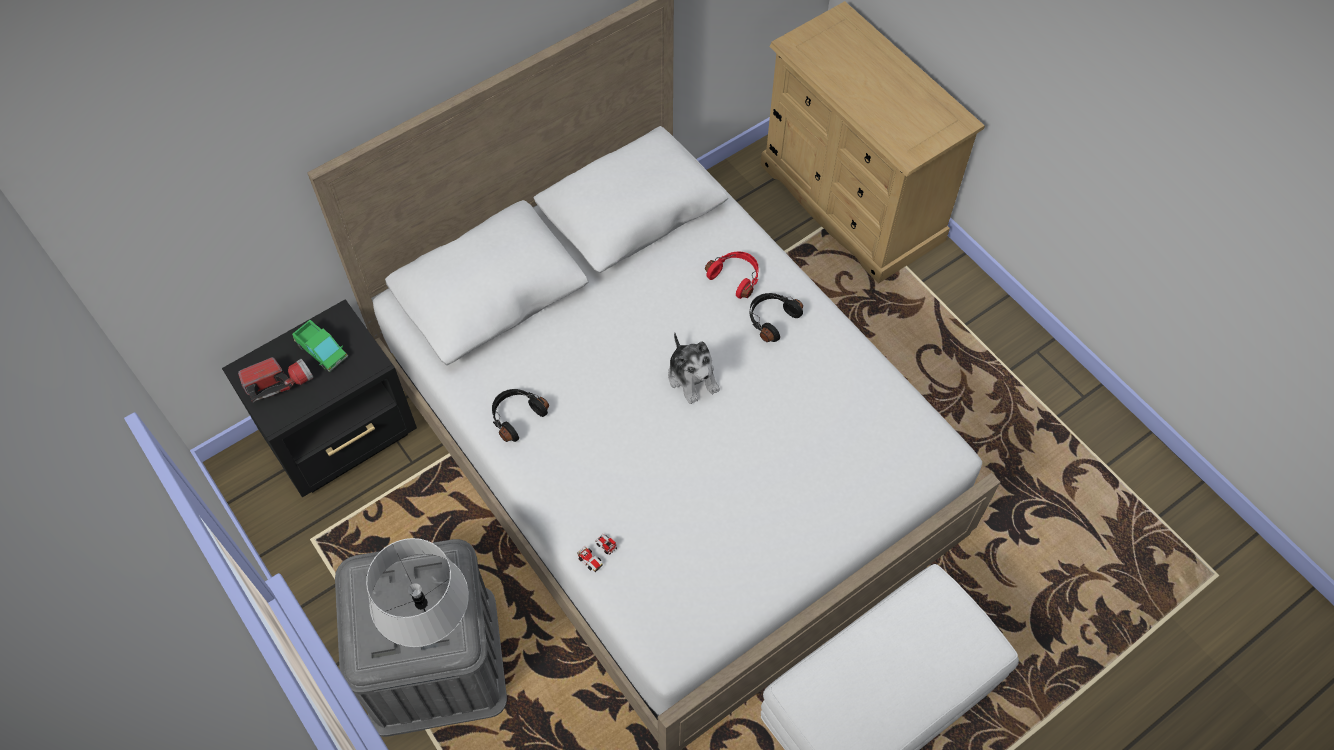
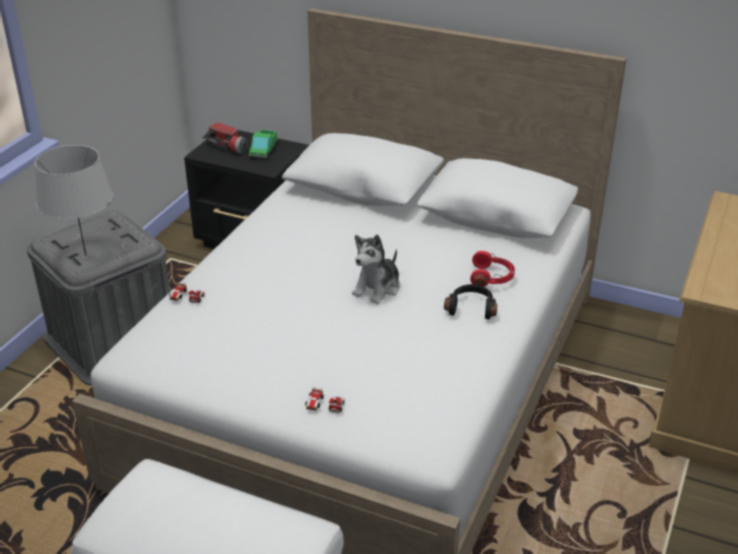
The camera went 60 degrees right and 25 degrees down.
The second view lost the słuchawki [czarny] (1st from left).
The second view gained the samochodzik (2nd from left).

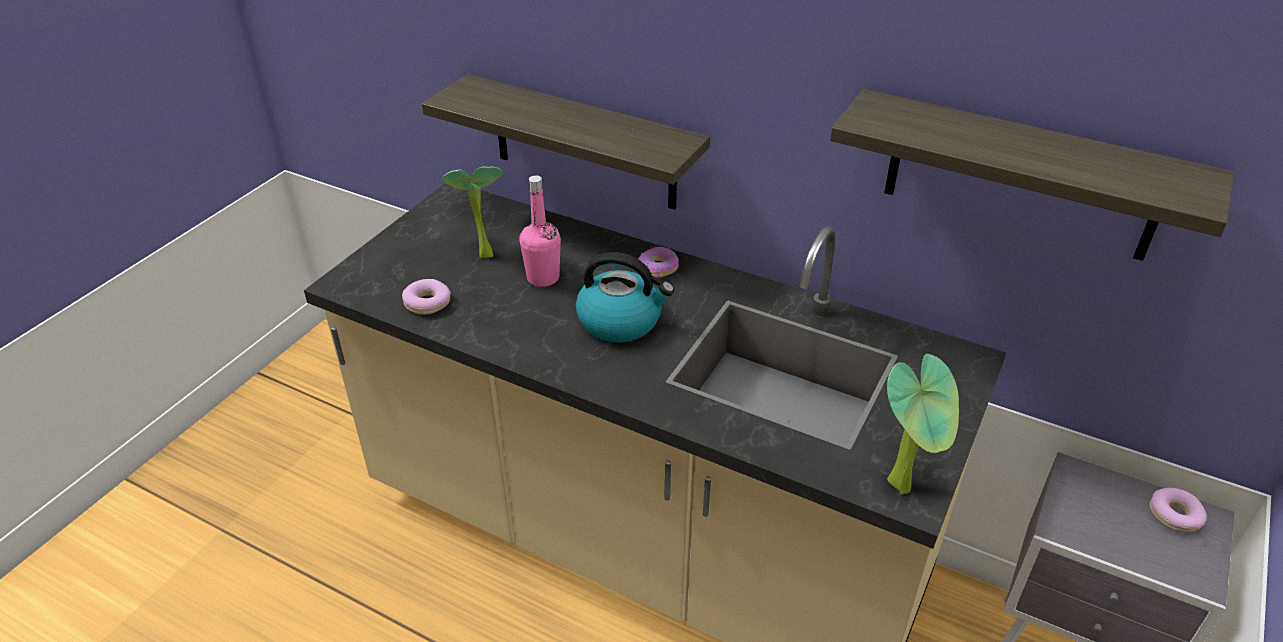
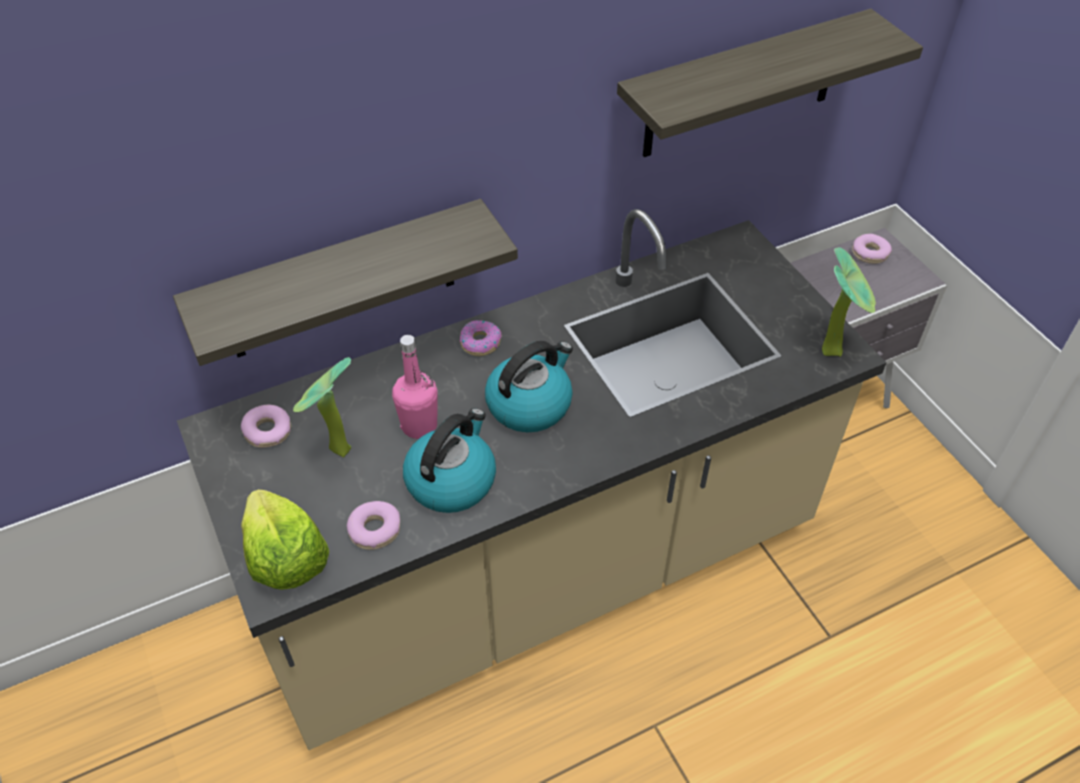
The camera went 55 degrees left and 10 degrees up.
The second view gained the donut (1st from left).
The second view gained the czajnik (1st from left).
The second view gained the sałata.

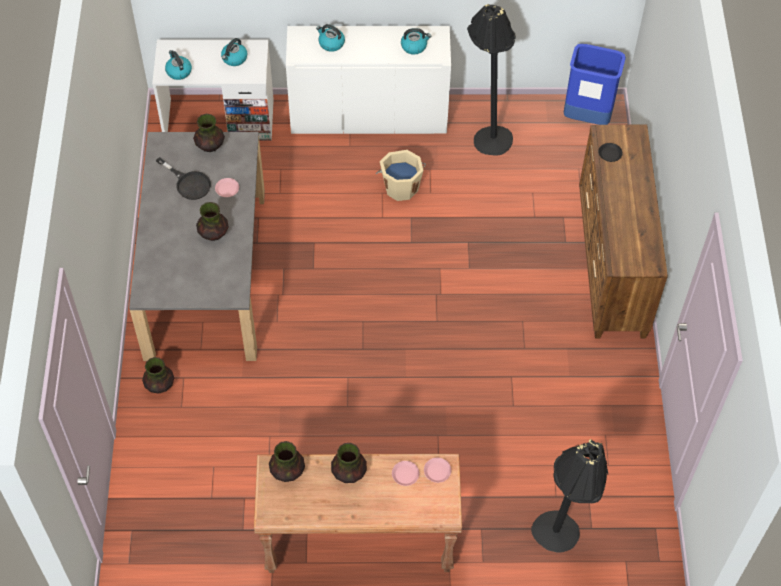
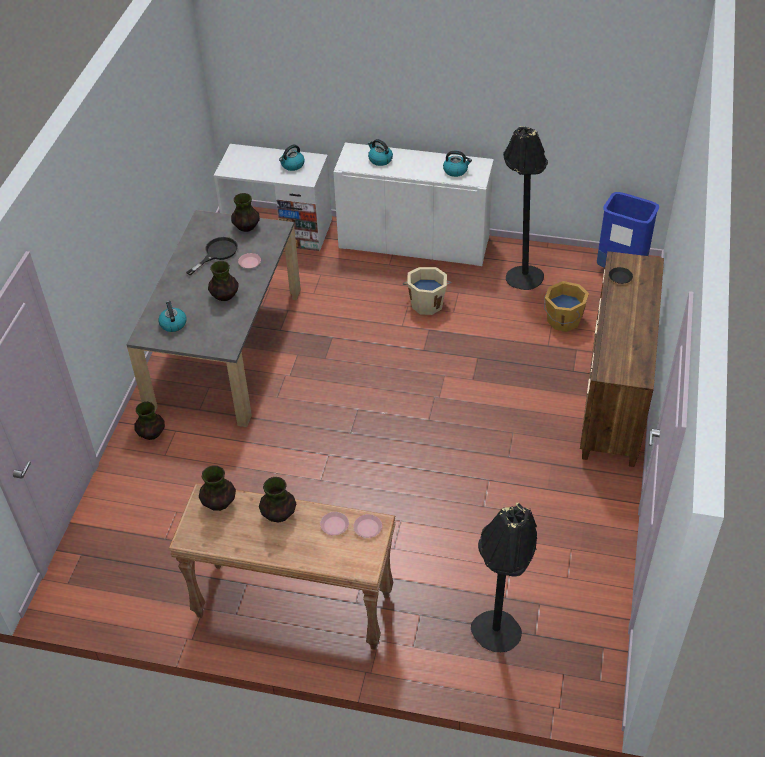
The camera went 15 degrees right and 10 degrees down.
The czajnik (1st from left) ended up elsewhere.
The patelnia [czarny] ended up facing another way, 105 degrees counterclockwise from before.
The second view gained the wiadro [pomarańczowy].

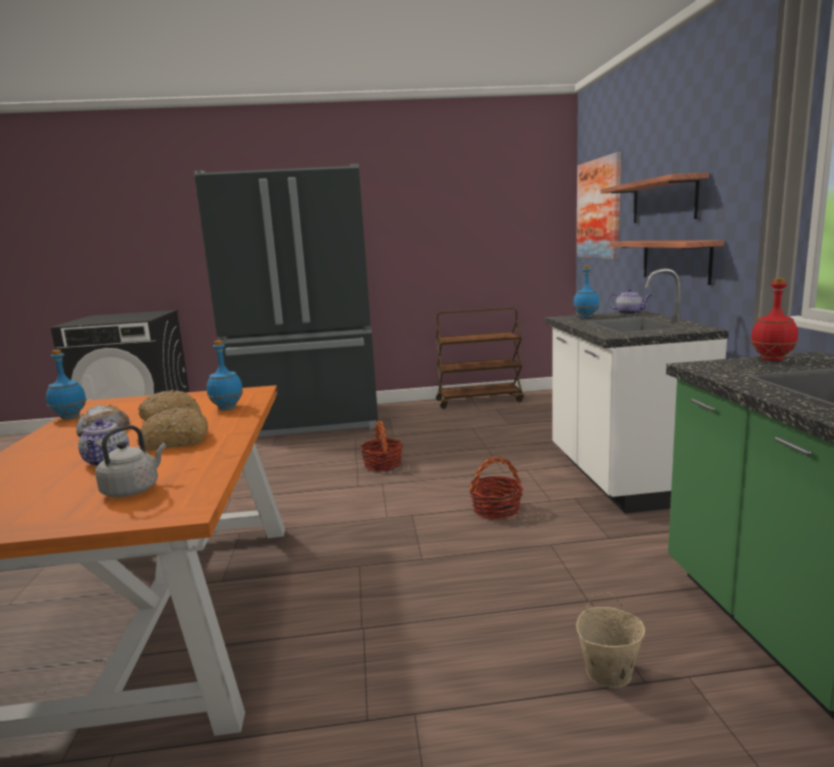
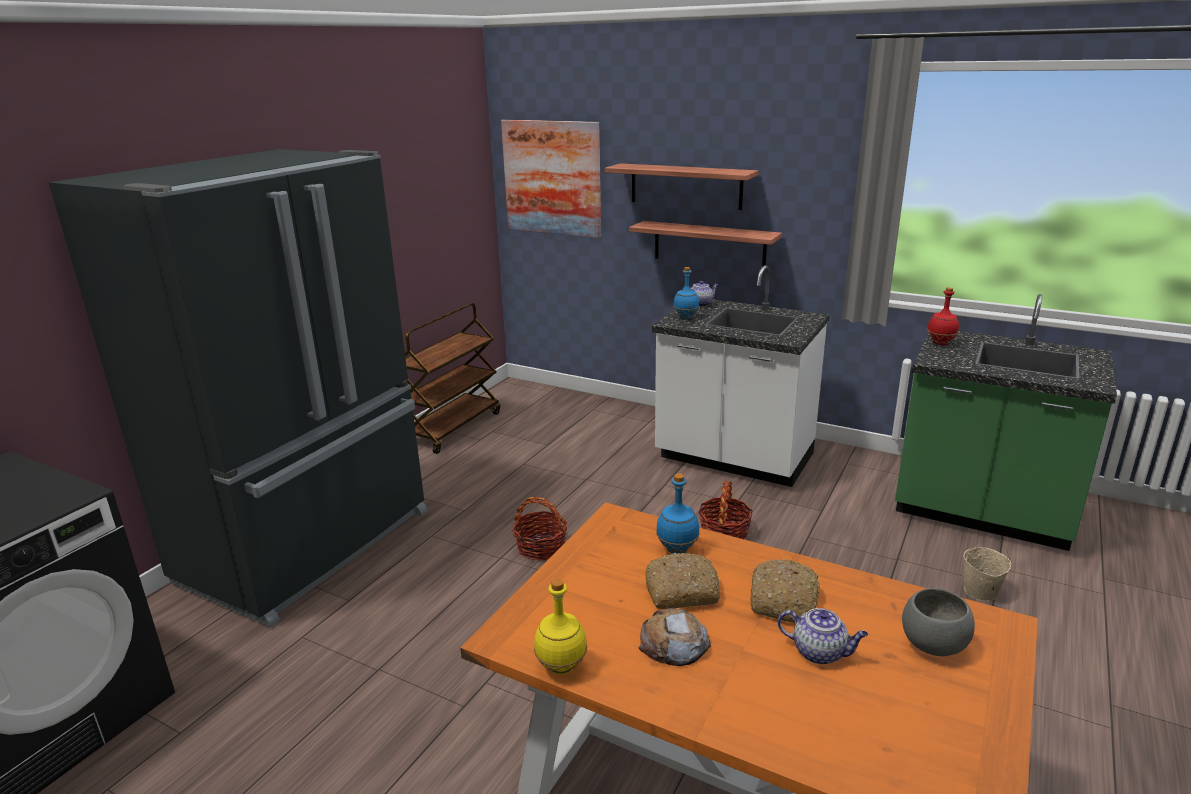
The camera went 55 degrees left and 10 degrees up.
What was the butelka [niebieski] (1st from left) turned into the butelka [żółty].
Where the czajnik [szary] stood, the miska [szary] came to stand.

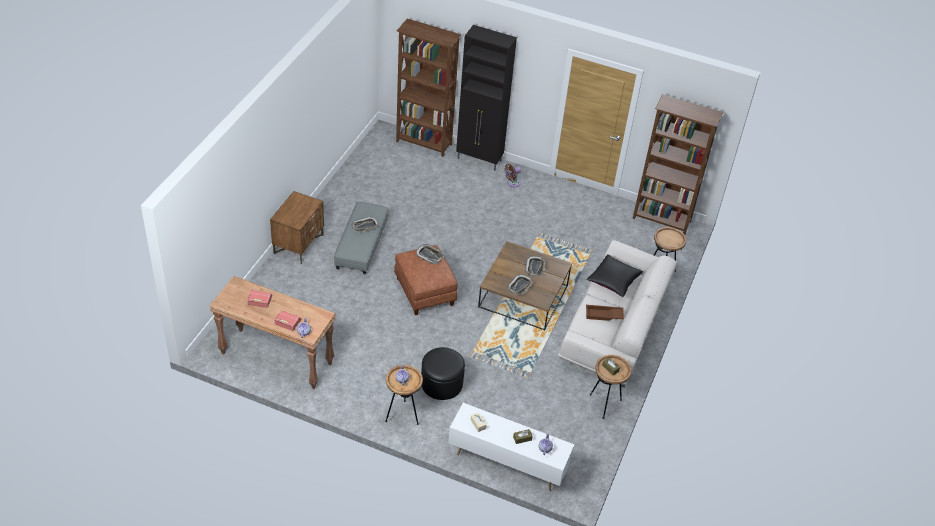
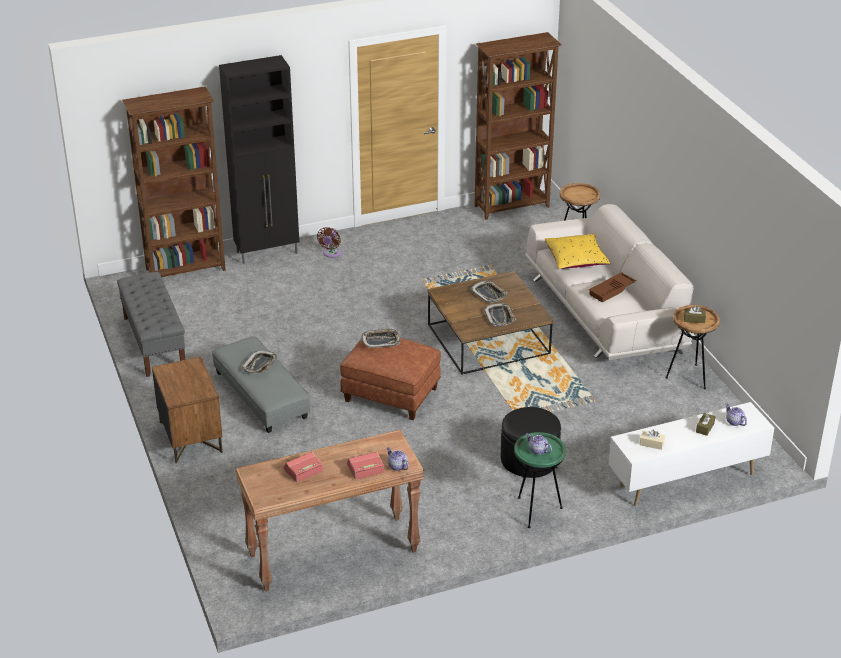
The camera went 40 degrees left and 10 degrees down.
What was the poduszka [czarny] turned into the poduszka [żółty].
What was the stolik [brązowy] (1st from left) turned into the stolik [zielony].
The second view gained the ławka [szary].

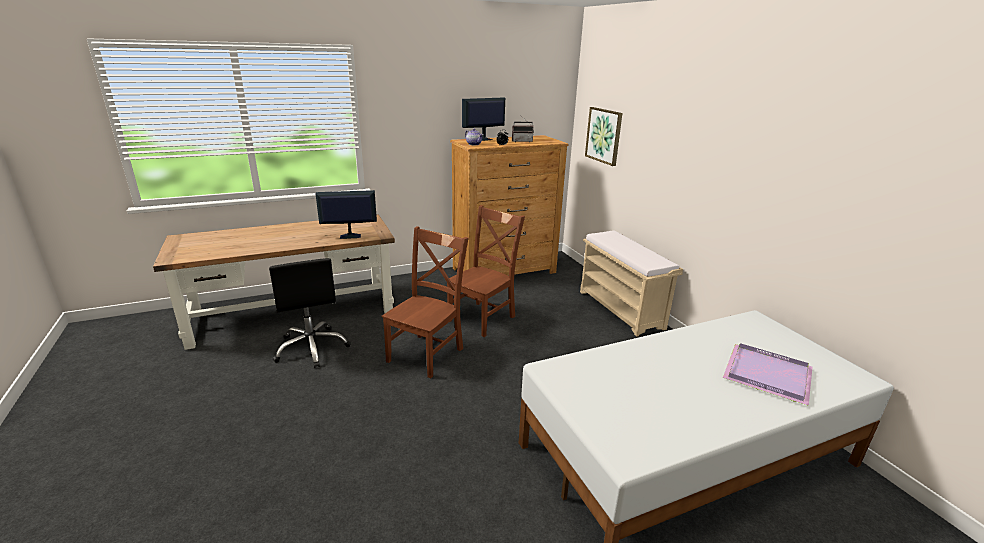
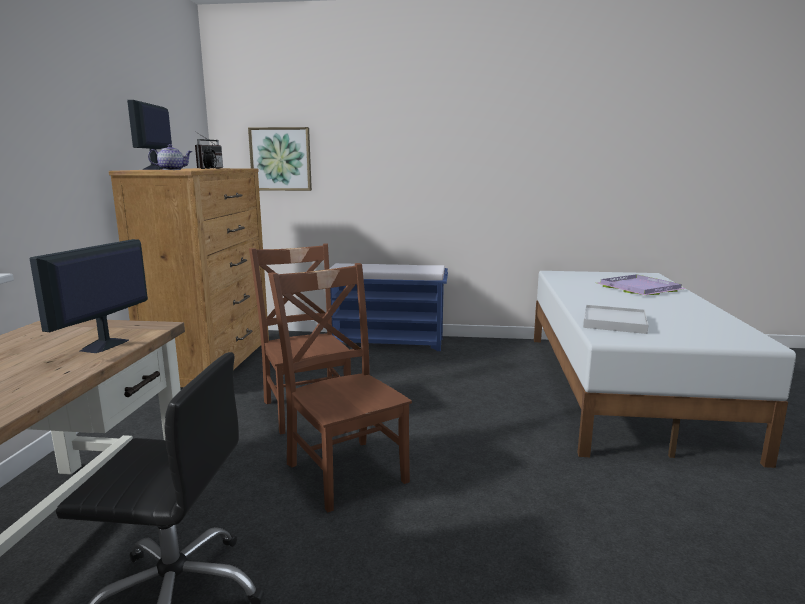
The camera went 60 degrees left and 10 degrees down.
What was the ławka [beżowy] turned into the ławka [niebieski].
The second view gained the taca [biały].

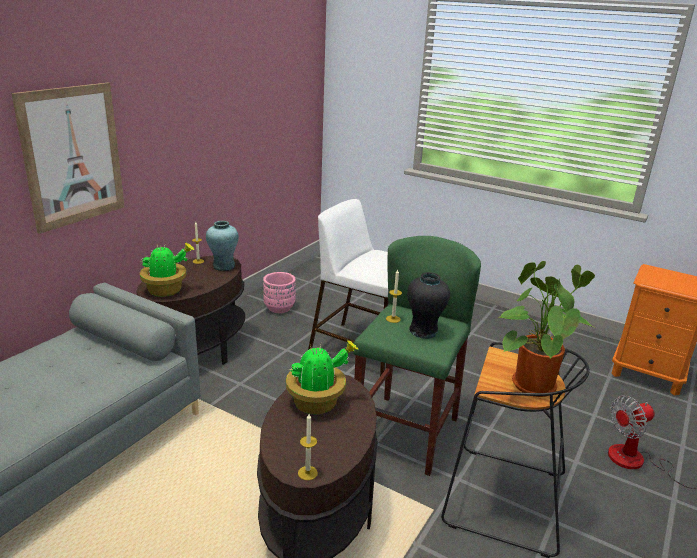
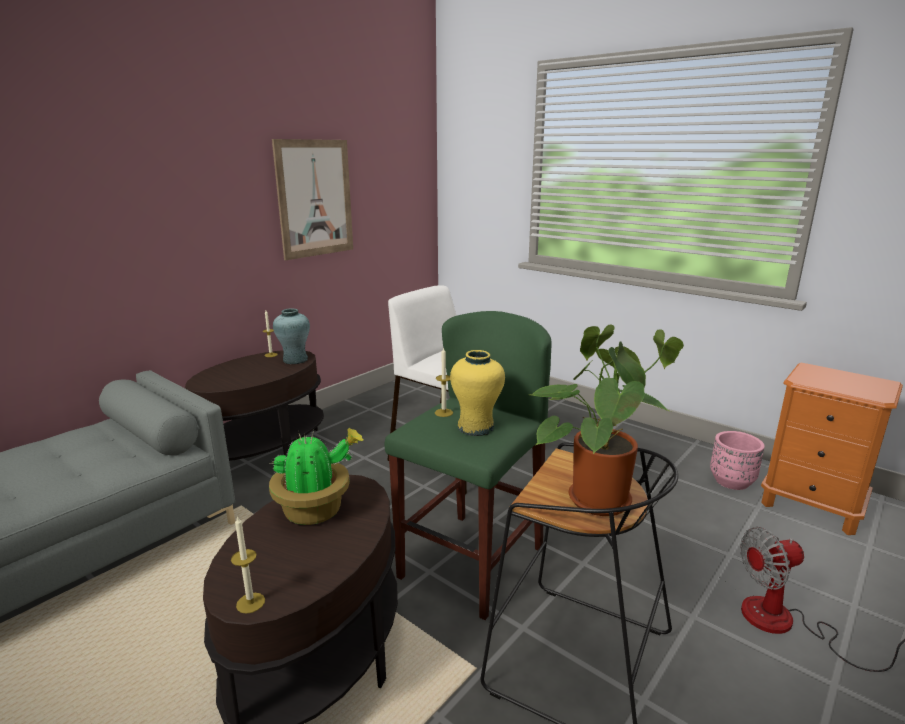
The camera went 10 degrees right and 5 degrees down.
The obraz ended up elsewhere.
The second view lost the roślina doniczkowa (1st from left).
The donica [różowy] ended up elsewhere.
What was the wazon [czarny] turned into the wazon [żółty].

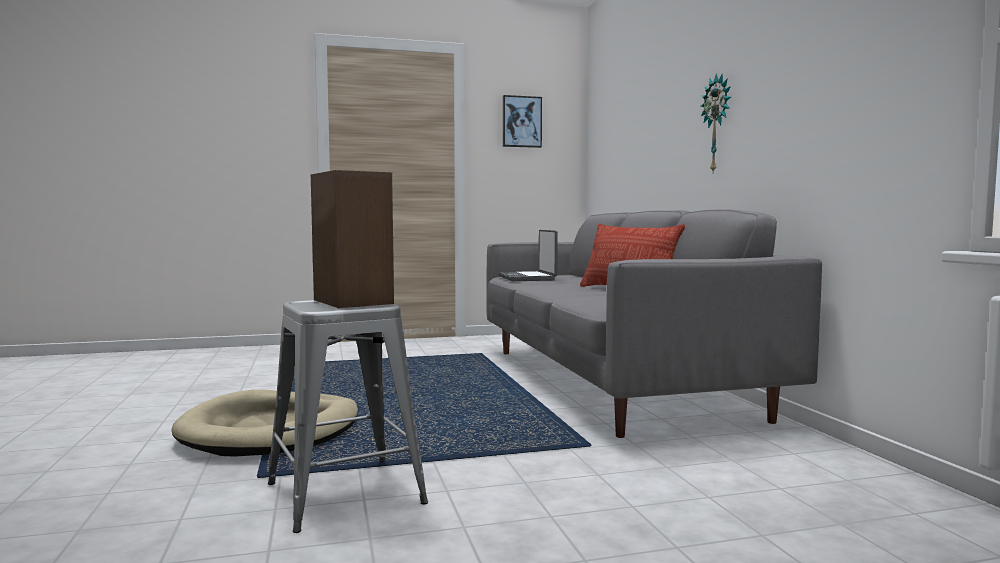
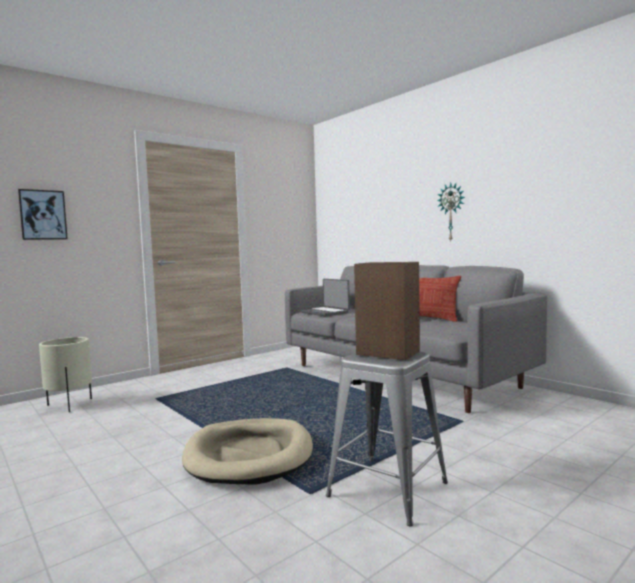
The camera went 25 degrees left and 0 degrees up.
The obraz ended up elsewhere.
The second view gained the donica [beżowy].

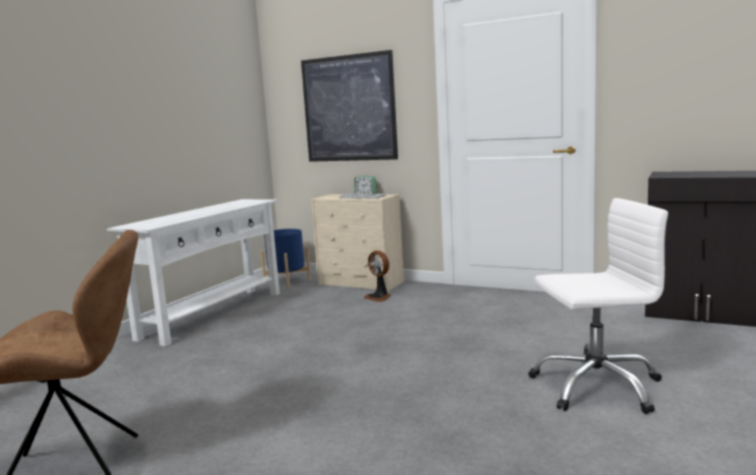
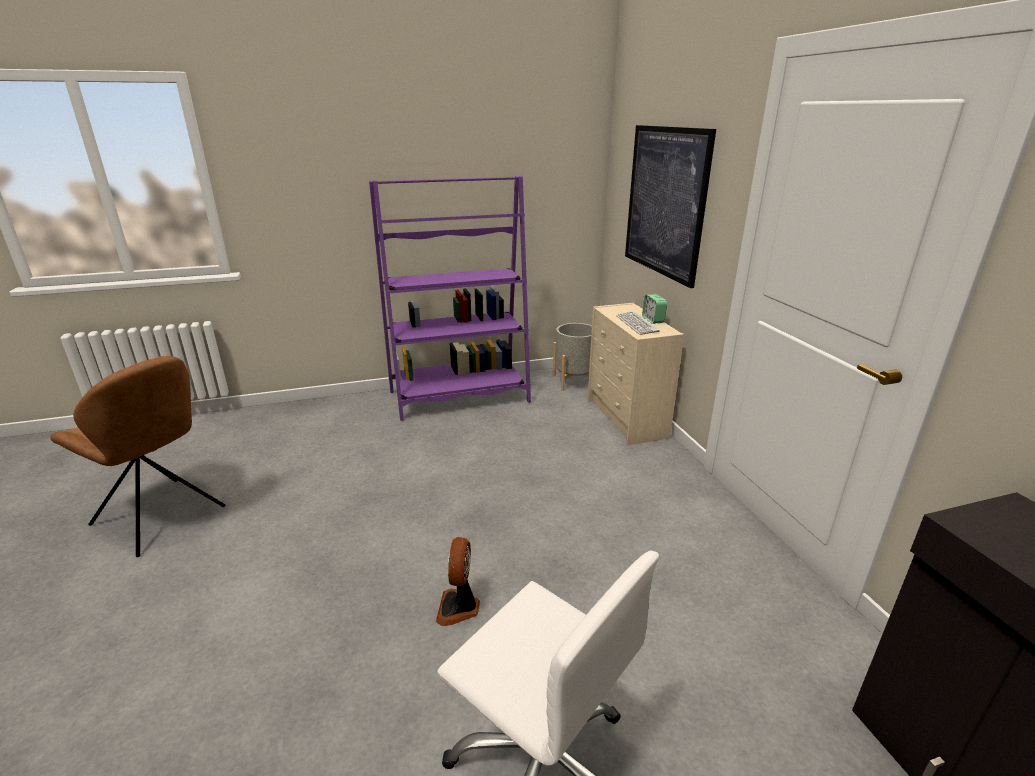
The camera went 45 degrees right and 15 degrees up.
Where the stolik konsolowy [biały] stood, the regał [fioletowy] came to stand.
What was the donica [niebieski] turned into the donica [szary].
The wentylator ended up elsewhere.

